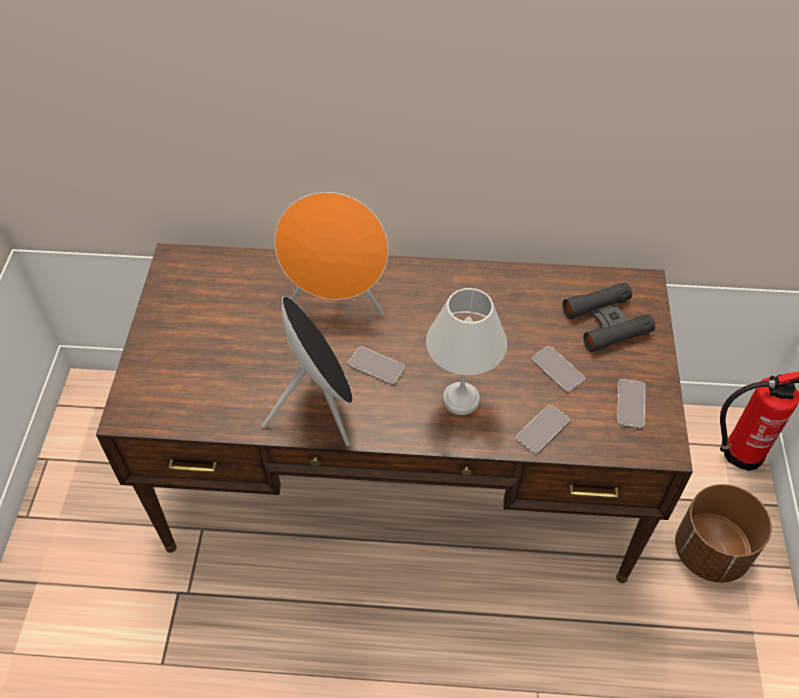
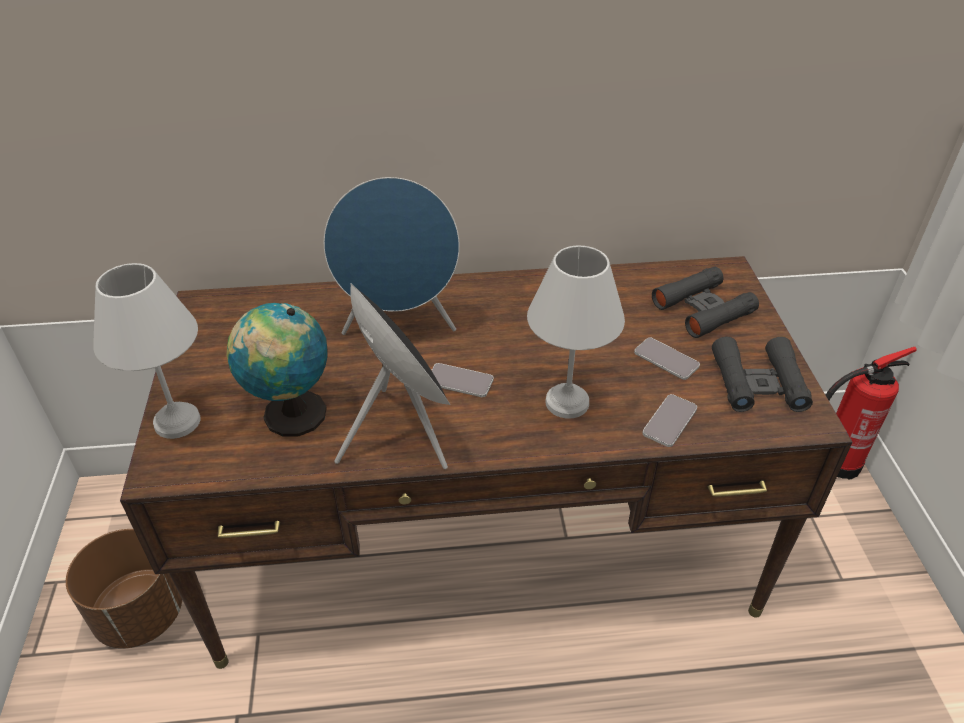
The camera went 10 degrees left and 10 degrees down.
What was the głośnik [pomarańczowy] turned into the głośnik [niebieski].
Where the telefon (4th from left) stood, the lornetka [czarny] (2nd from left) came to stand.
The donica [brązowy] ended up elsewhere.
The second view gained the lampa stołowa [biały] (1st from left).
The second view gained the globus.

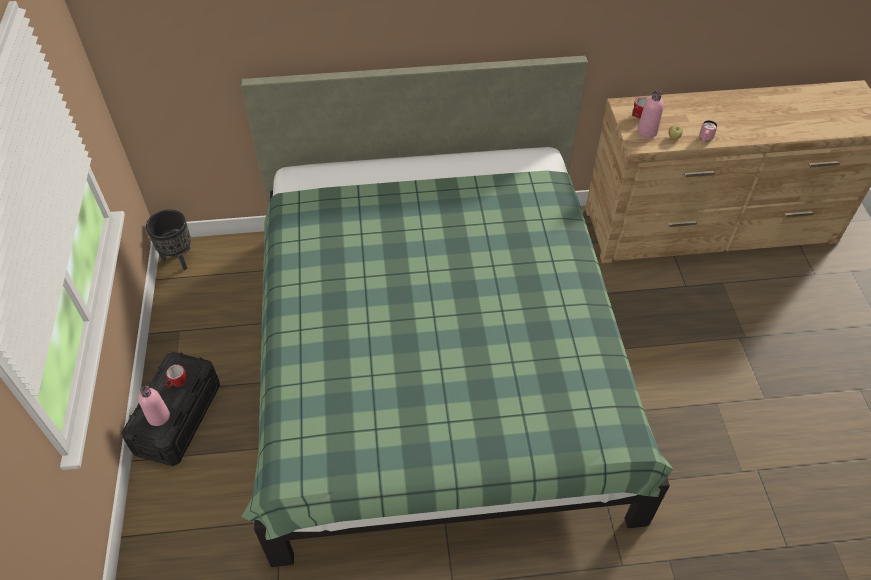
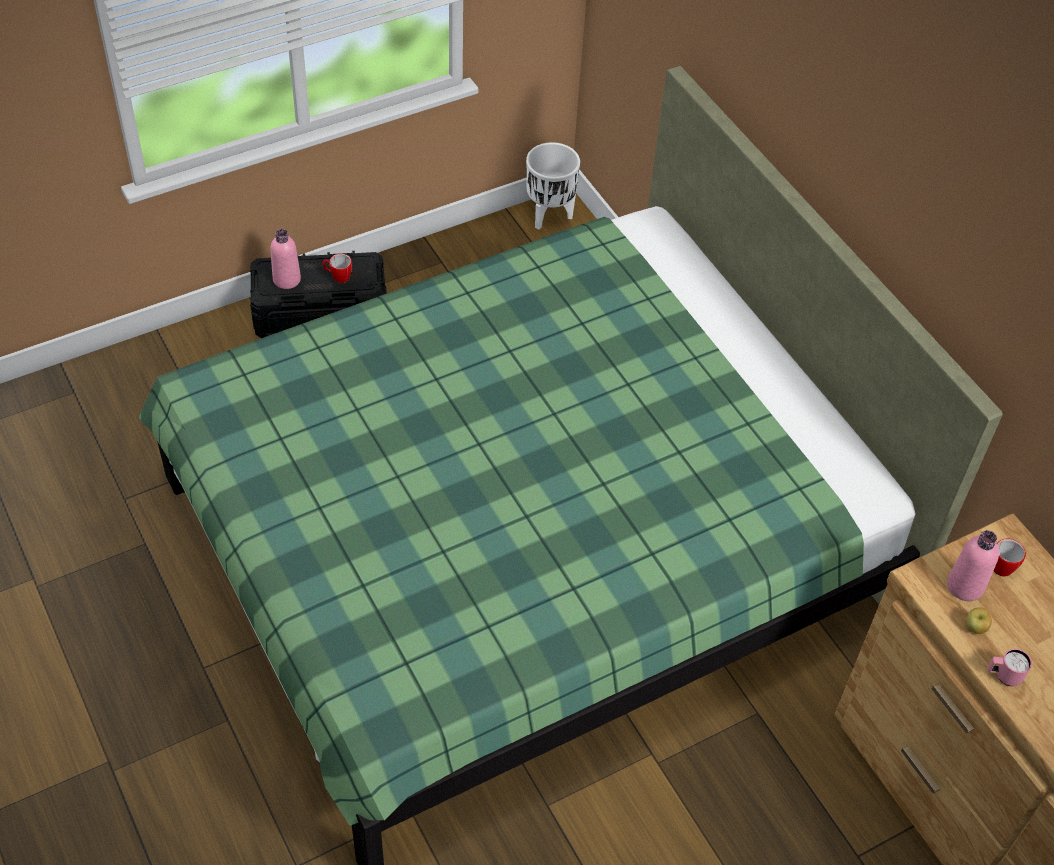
The camera went 65 degrees right and 0 degrees up.
What was the donica [czarny] turned into the donica [biały].

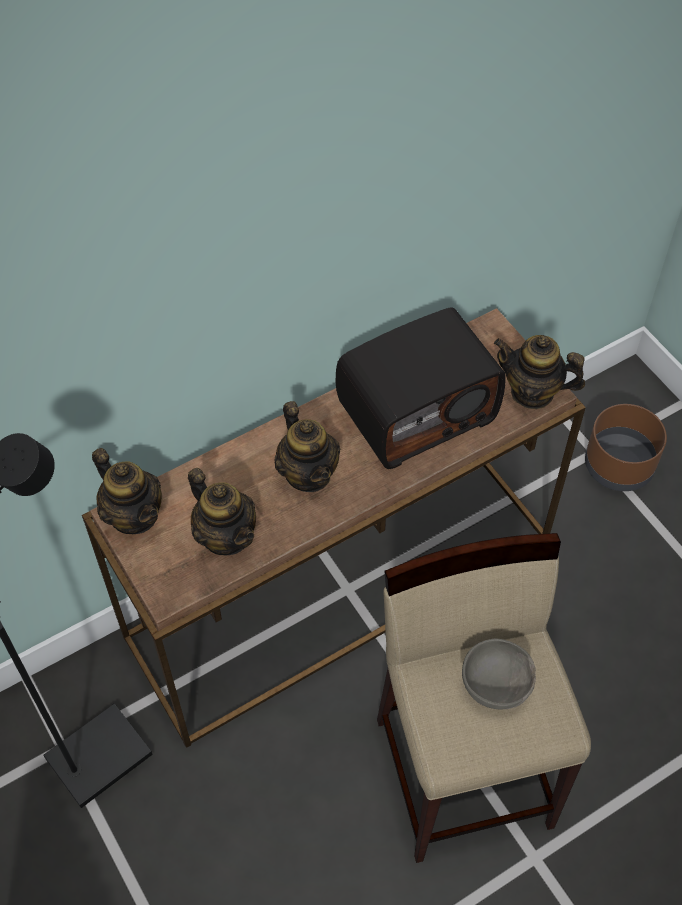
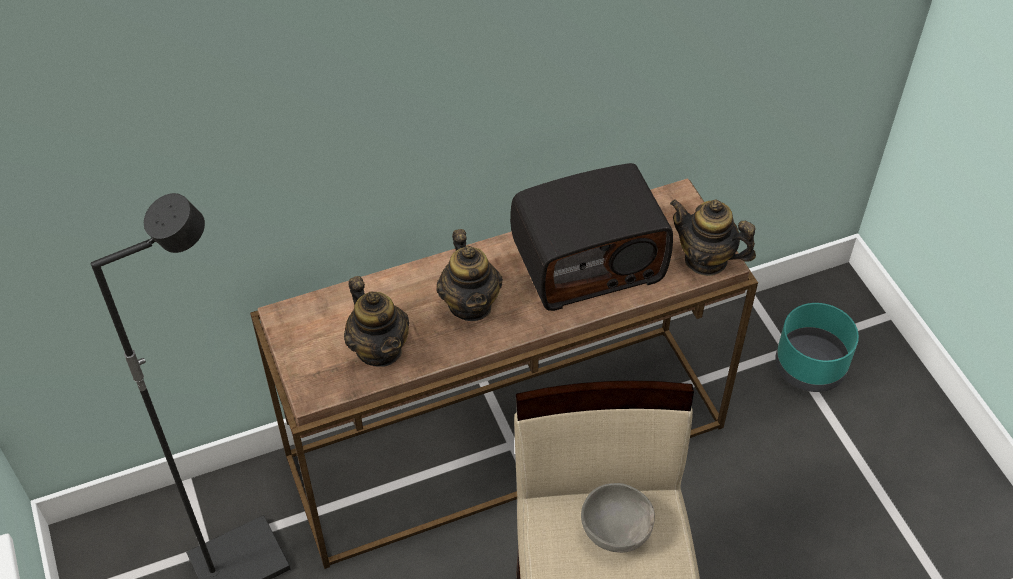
The camera went 10 degrees right and 5 degrees down.
What was the donica [brązowy] turned into the donica [turkusowy].
The second view lost the imbryk (1st from left).

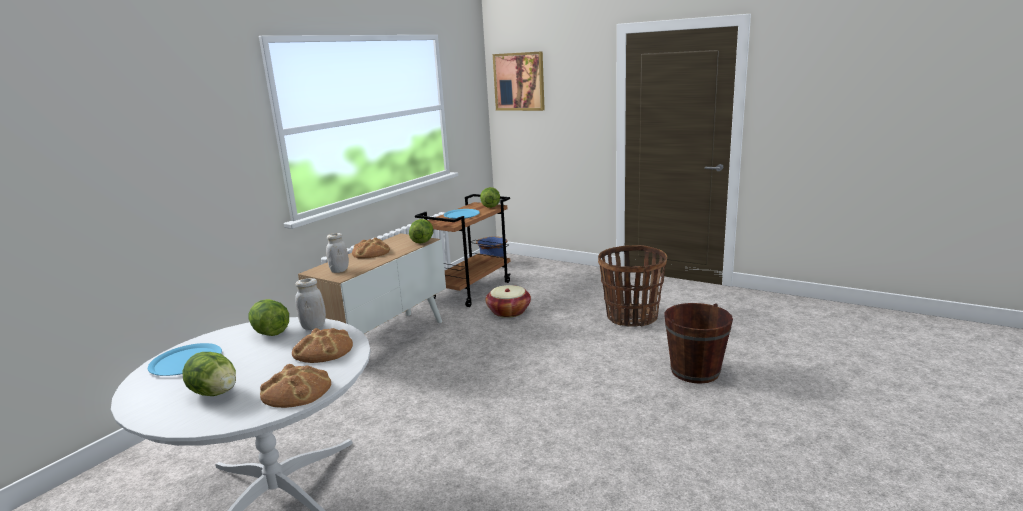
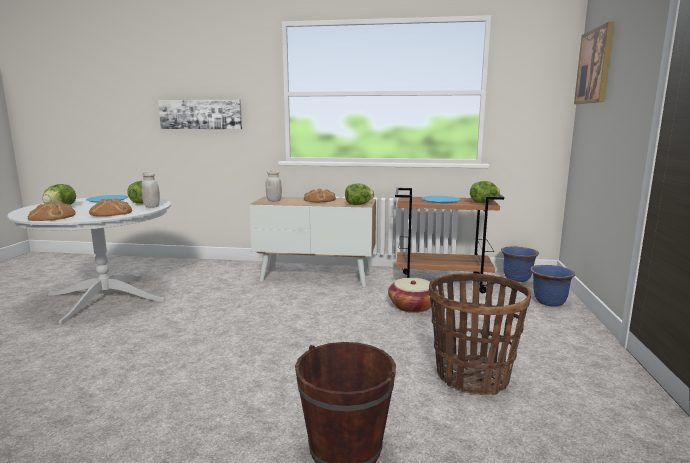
The camera went 65 degrees right and 5 degrees down.
The second view gained the obraz (1st from left).
The second view gained the donica [niebieski] (2nd from left).

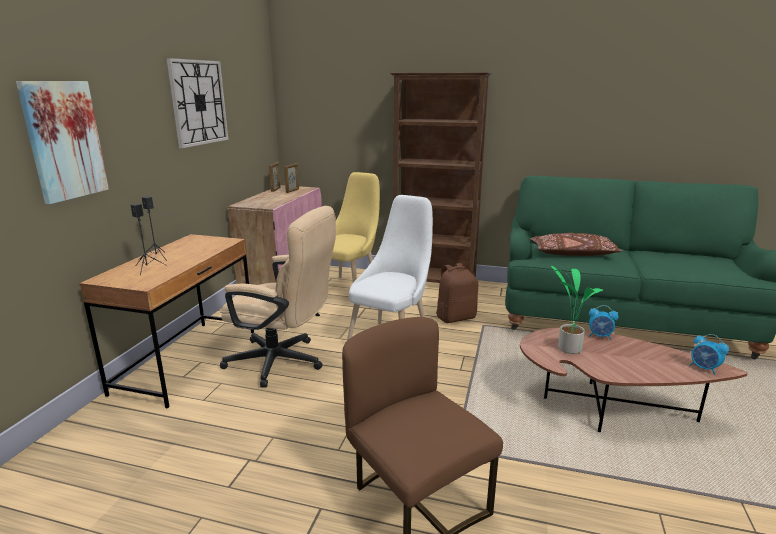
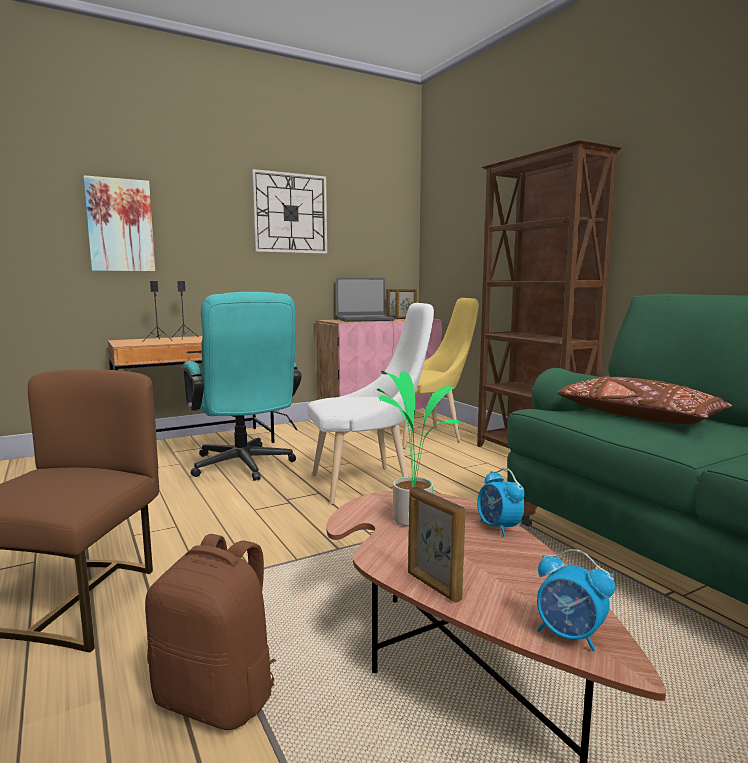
The camera went 45 degrees right and 10 degrees down.
What was the krzesło biurowe [beżowy] turned into the krzesło biurowe [turkusowy].
The plecak [brązowy] ended up elsewhere.
The budzik (2nd from left) ended up facing another way, 60 degrees counterclockwise from before.
The second view gained the laptop.
The second view gained the ramka na zdjęcie (3rd from left).

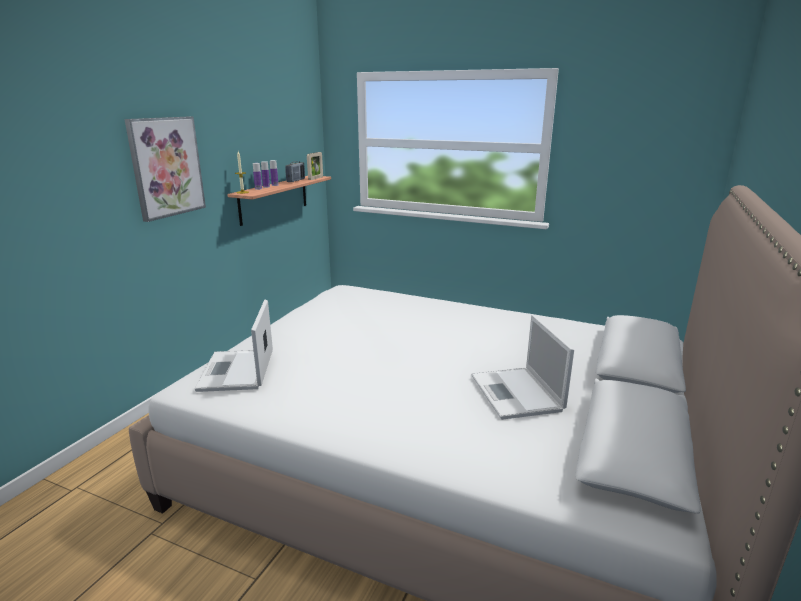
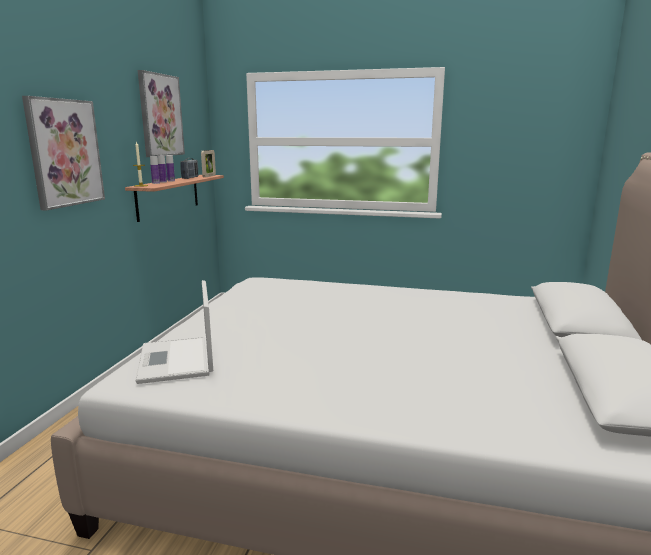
The camera went 10 degrees left and 5 degrees down.
The second view lost the laptop (2nd from left).
The second view gained the obraz (2nd from left).

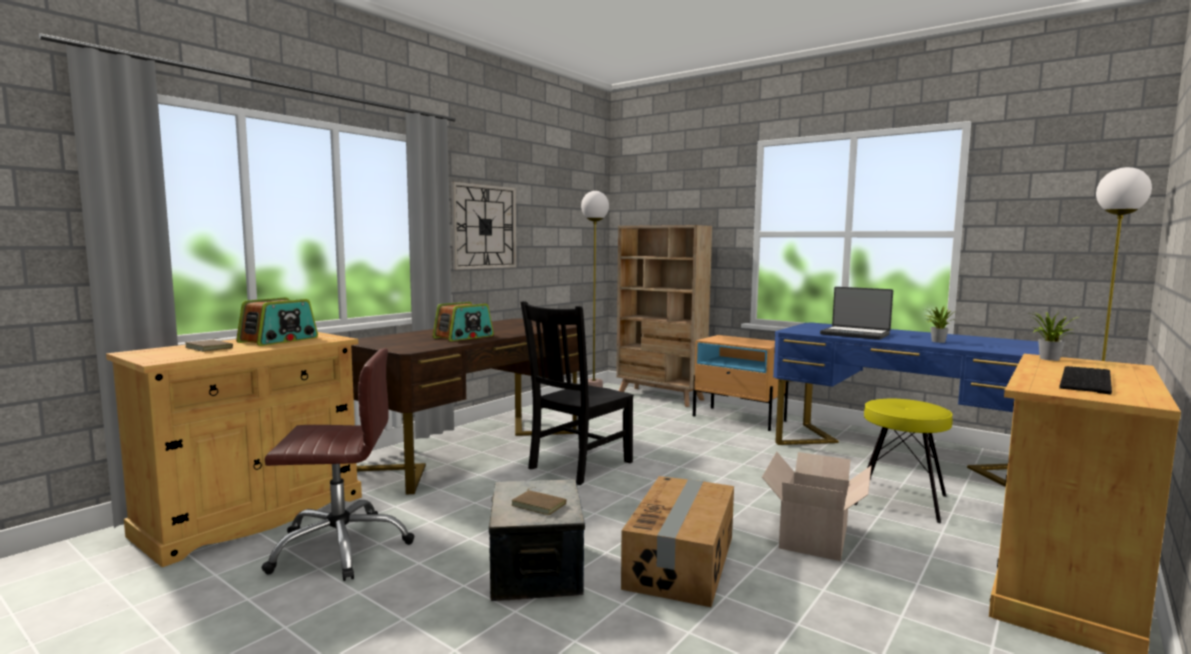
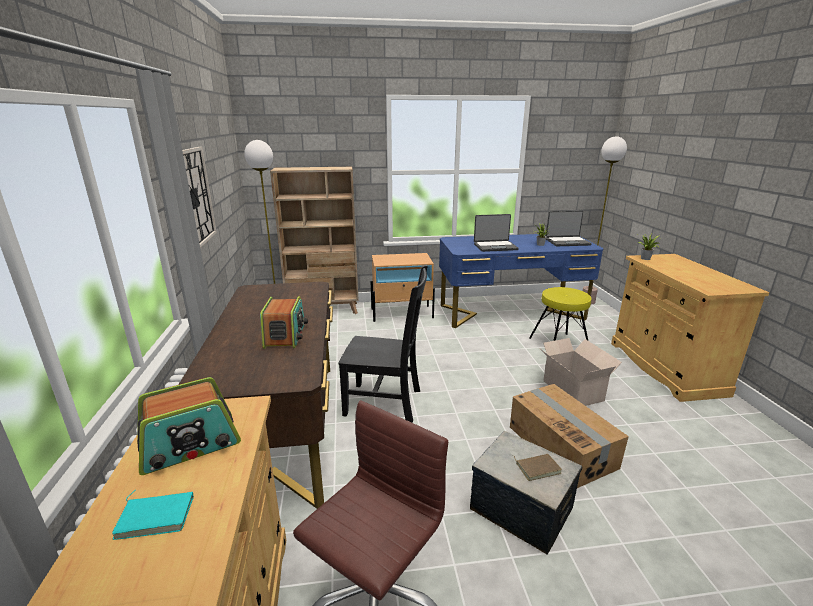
The camera went 45 degrees left and 15 degrees up.
The radio (1st from left) ended up facing another way, 75 degrees clockwise from before.
The krzesło [czarny] ended up facing another way, 75 degrees counterclockwise from before.
What was the książka [brązowy] (1st from left) turned into the książka [turkusowy].
The second view lost the klawiatura.
The second view gained the laptop (2nd from left).

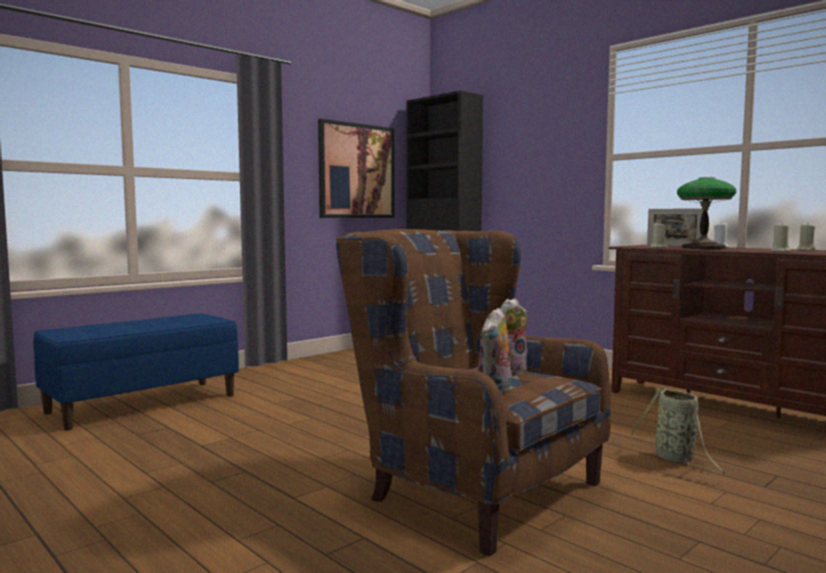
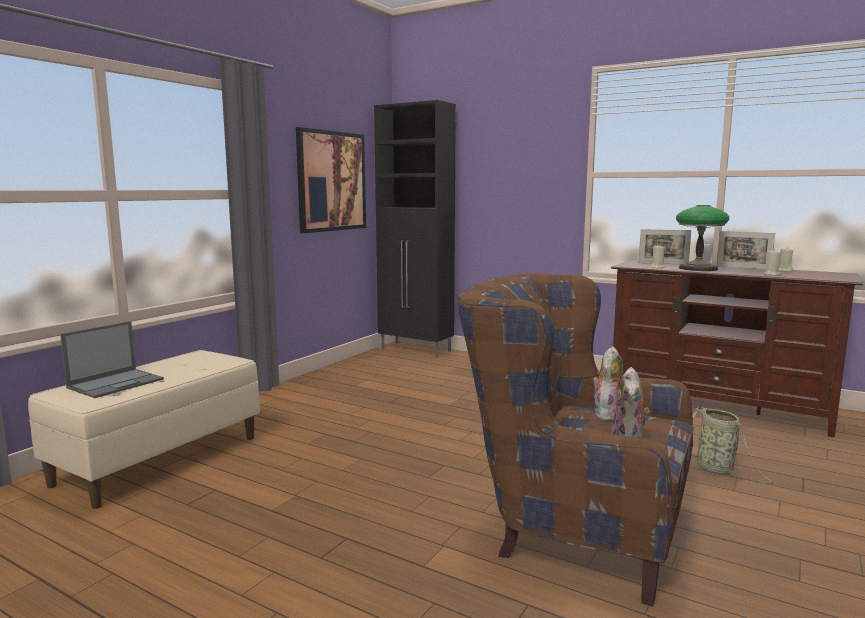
The camera went 15 degrees left and 5 degrees up.
What was the ławka [niebieski] turned into the ławka [beżowy].
The second view gained the ramka na zdjęcie (2nd from left).
The second view gained the laptop.

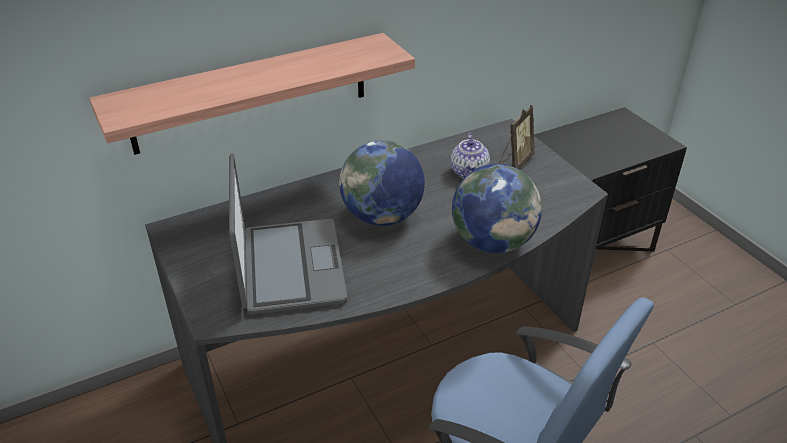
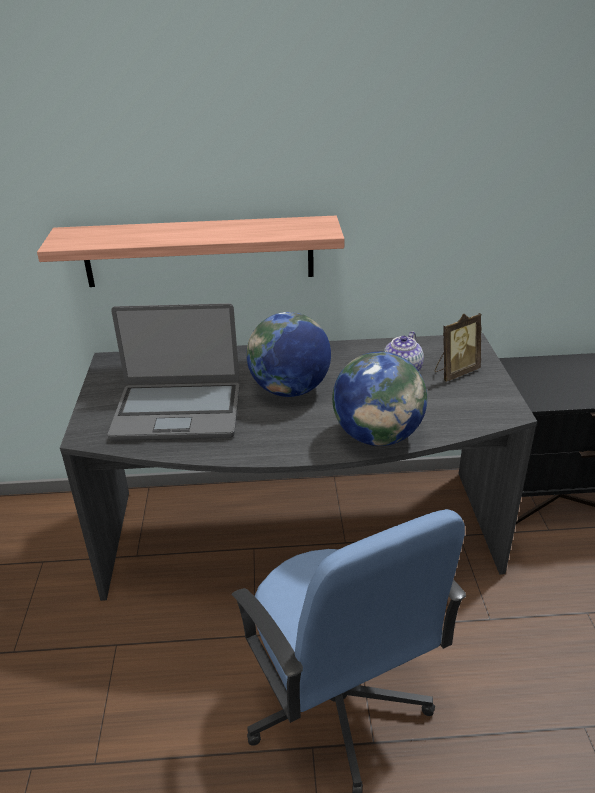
The camera went 25 degrees right and 5 degrees down.
The laptop ended up facing another way, 75 degrees clockwise from before.

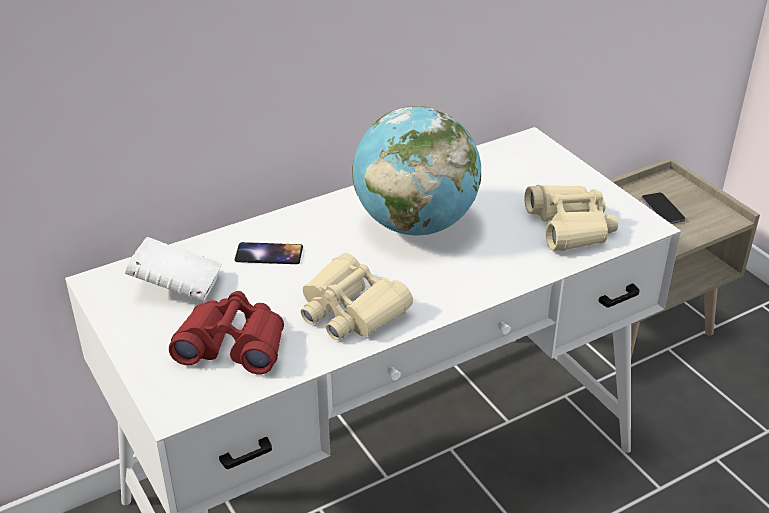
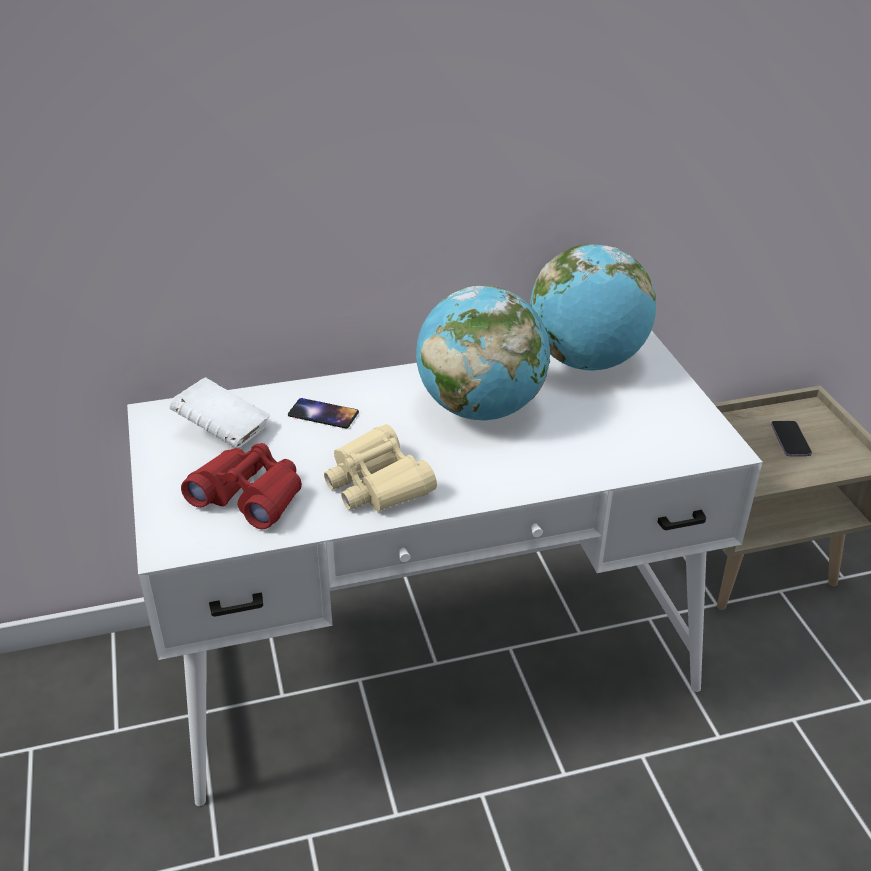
The camera went 15 degrees right and 0 degrees up.
The second view lost the lornetka [beżowy] (2nd from left).
The second view gained the globus (2nd from left).

